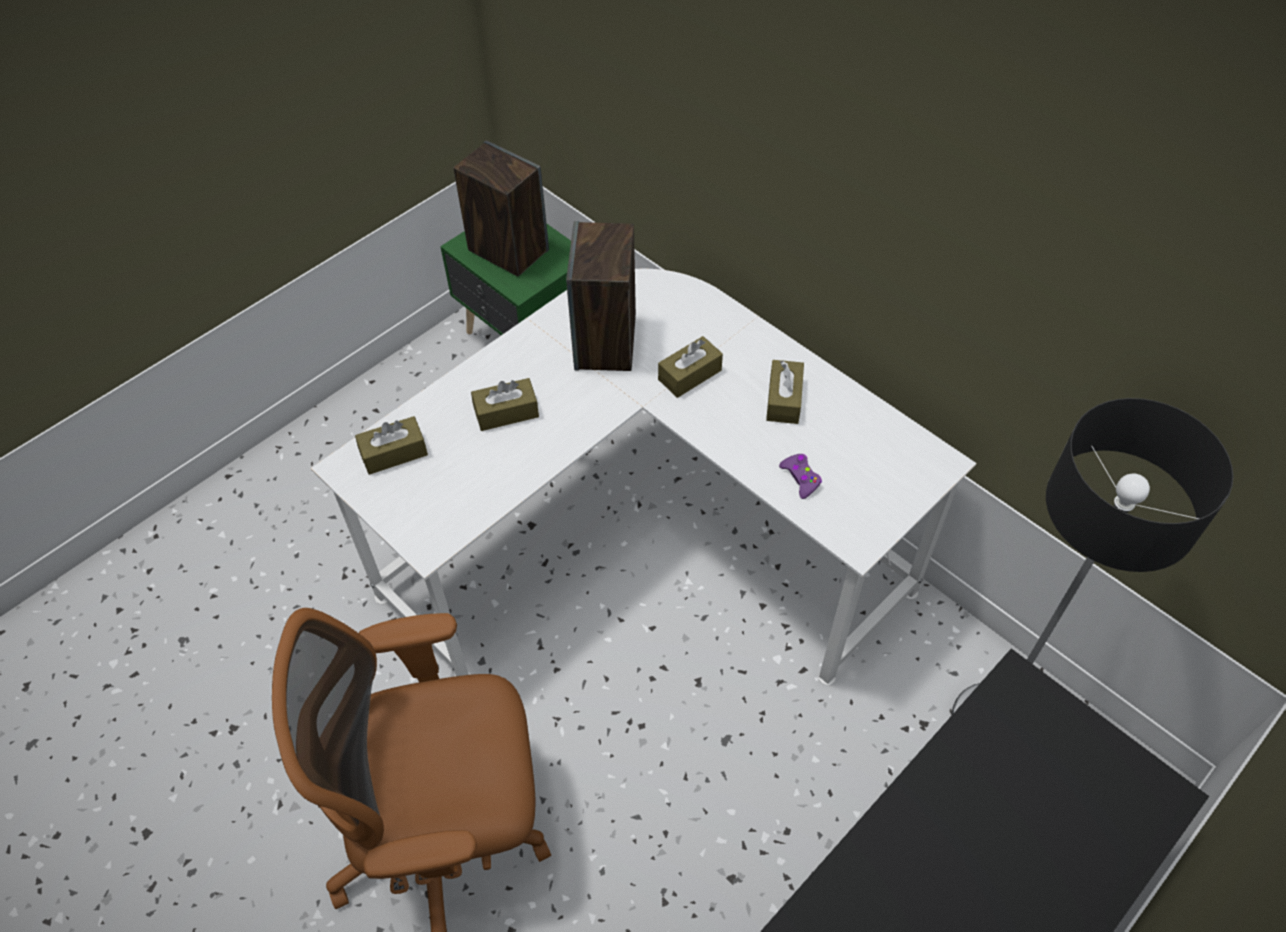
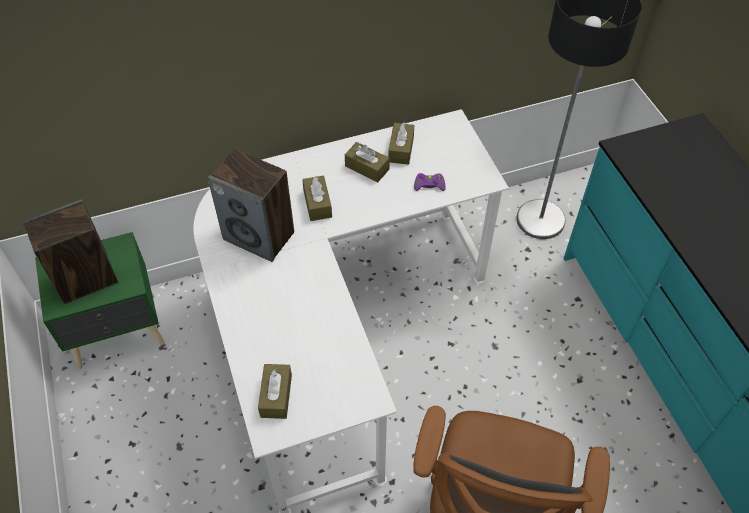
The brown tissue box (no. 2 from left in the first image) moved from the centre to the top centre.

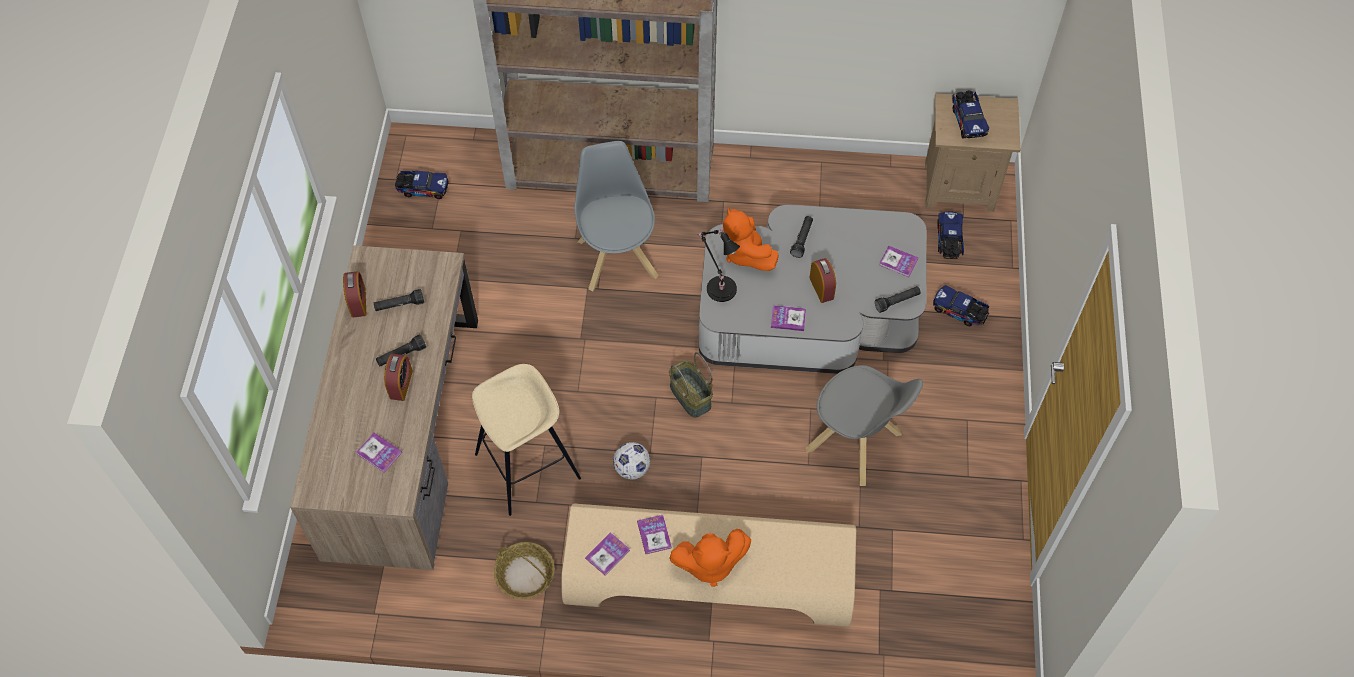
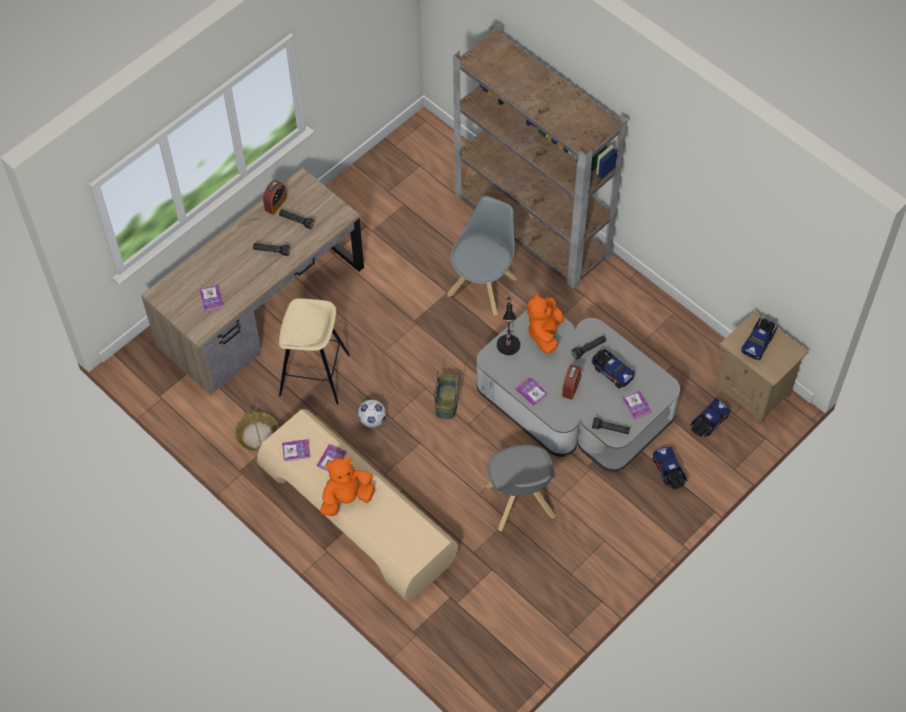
The orange plush toy (no. 1 from left) at the bottom centre turned 120 degrees clockwise. The toy truck (no. 1 from left) moved from the top left to the middle right. The alarm clock (no. 2 from left) at the middle left disappeared.

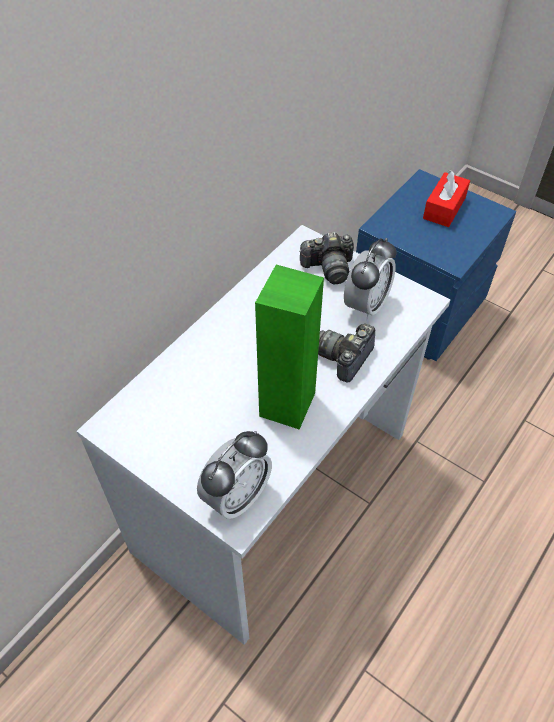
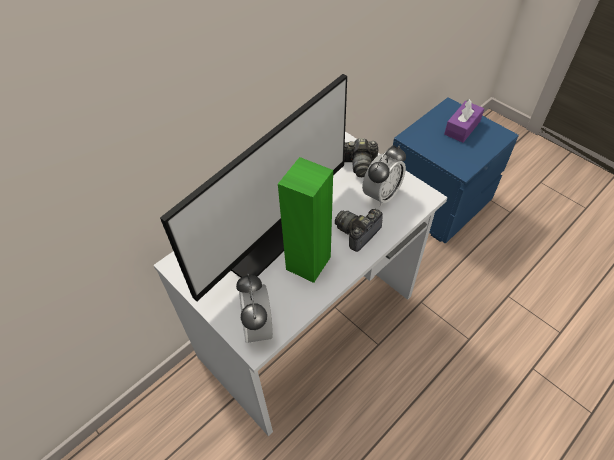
The monitor at the centre appeared. The alarm clock (no. 1 from left) at the centre turned 120 degrees clockwise. The red tissue box at the top right became the purple tissue box at the top right.

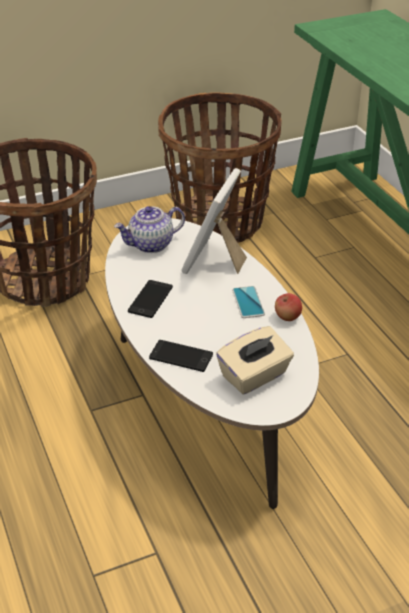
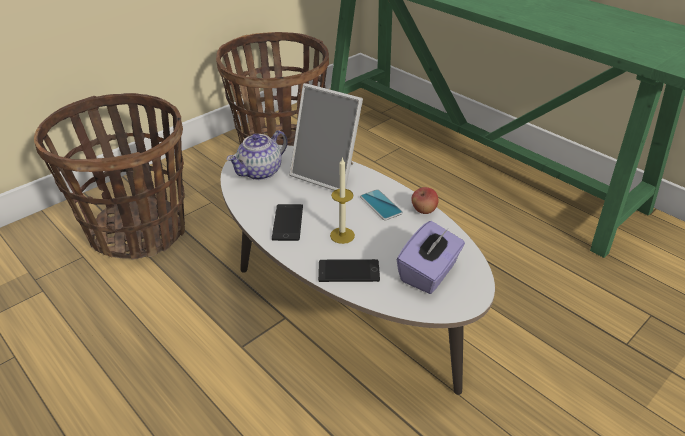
The picture frame at the centre turned 60 degrees counterclockwise. The candle at the centre appeared. The beige tissue box at the centre became the purple tissue box at the centre.

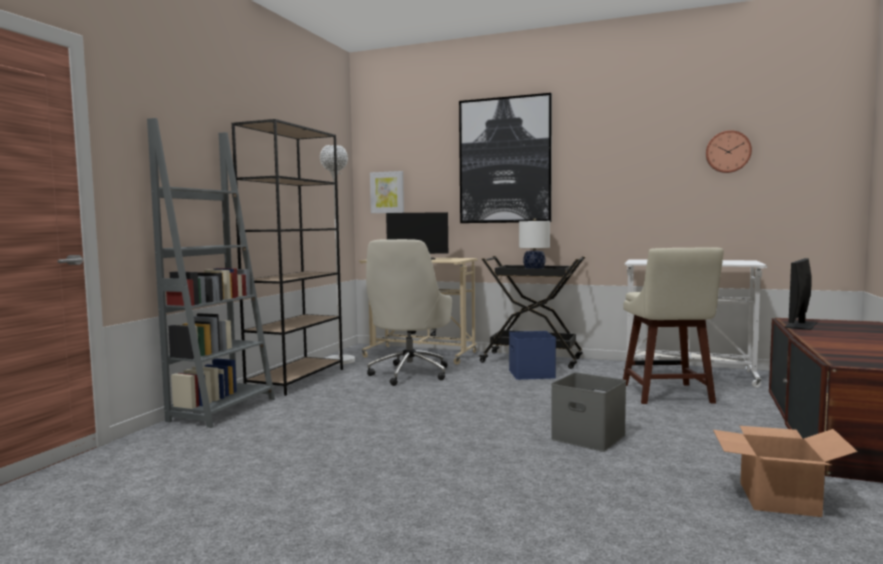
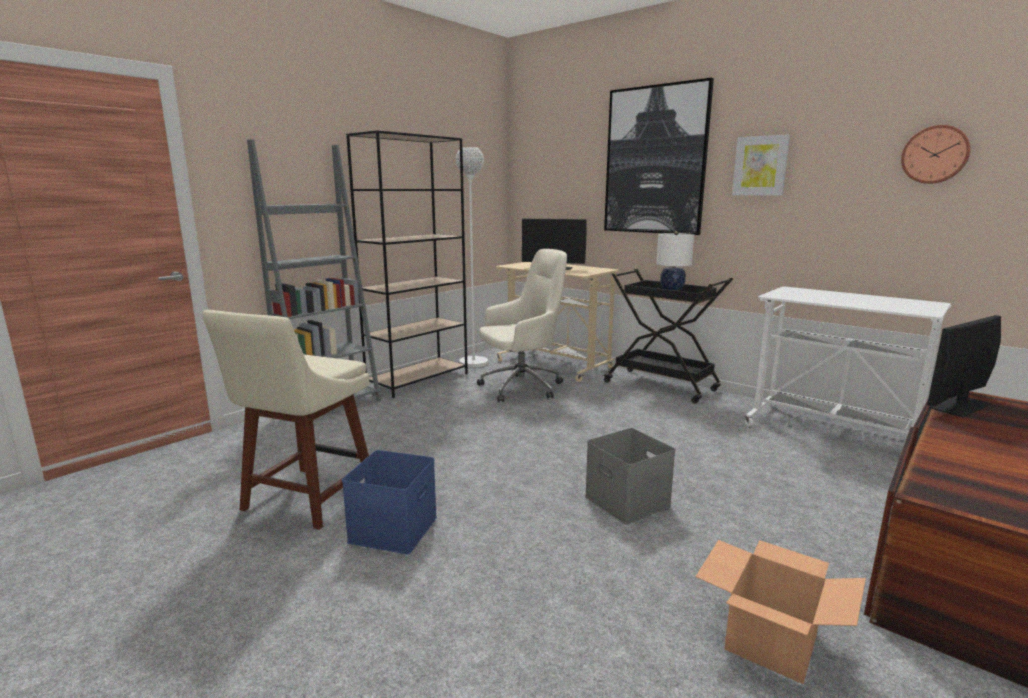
The beige stool moved from the middle right to the middle left. The blue storage box moved from the centre to the bottom centre. The beige office chair at the centre turned 150 degrees counterclockwise. The picture (no. 1 from left in the first image) moved from the centre to the top right.

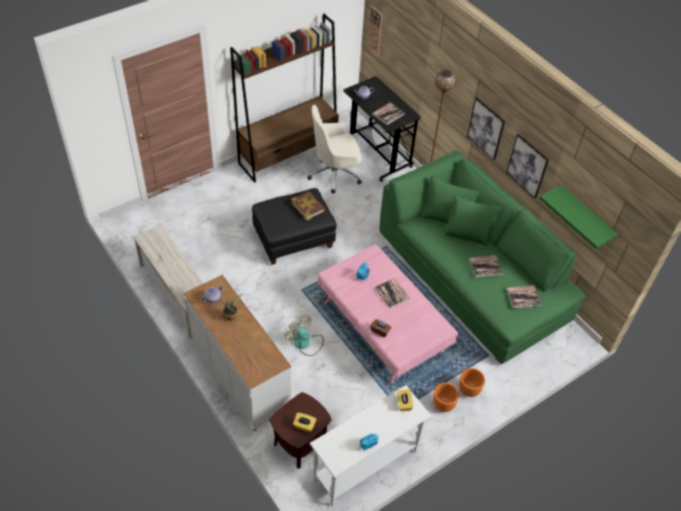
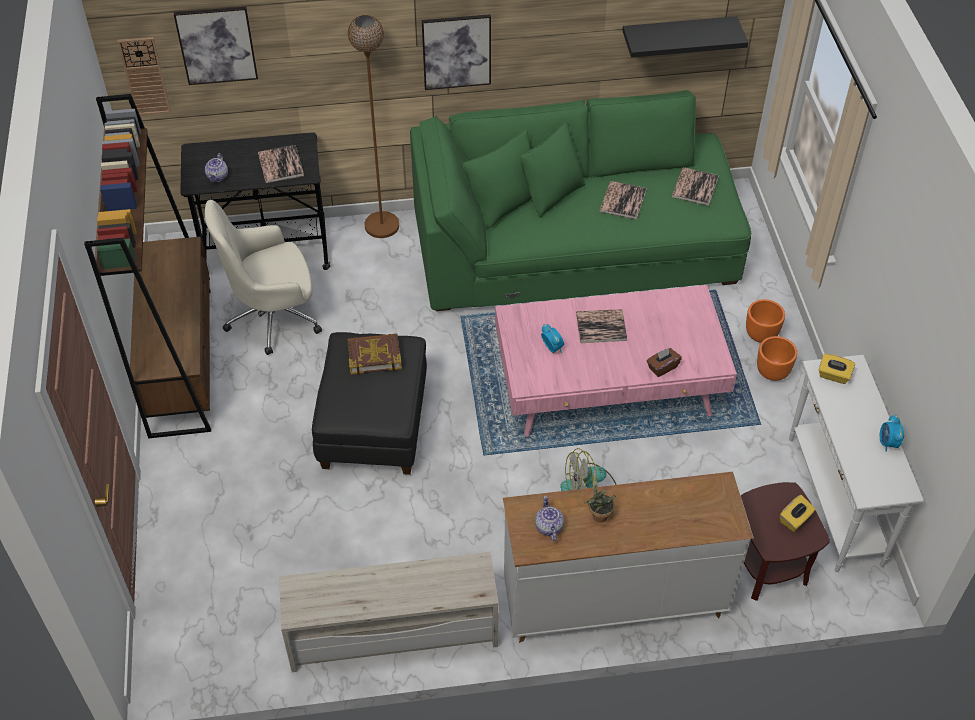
The picture (no. 2 from left in the first image) moved from the top right to the top left. The beige office chair at the top centre turned 60 degrees clockwise. The green shelf at the middle right became the black shelf at the top right.

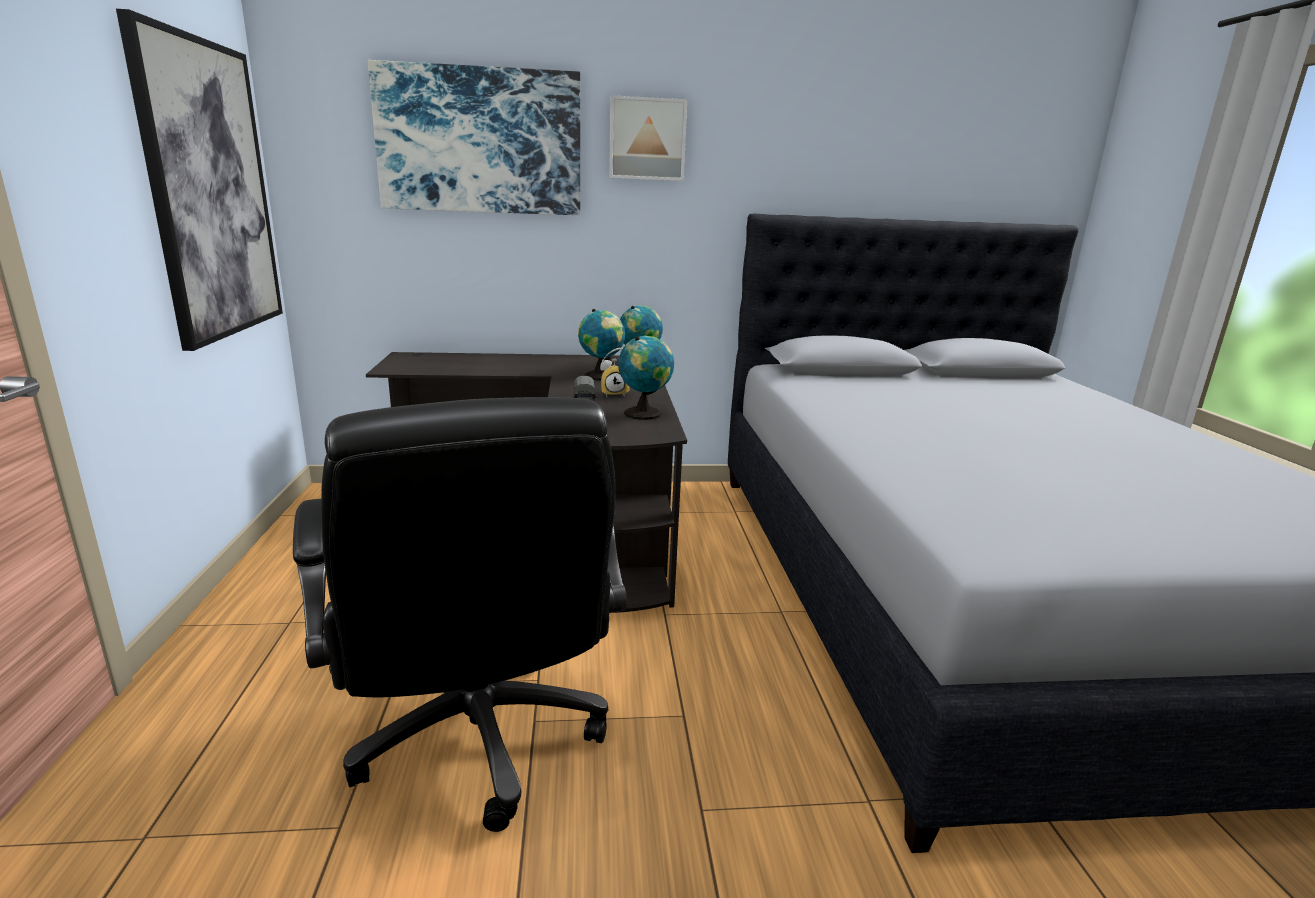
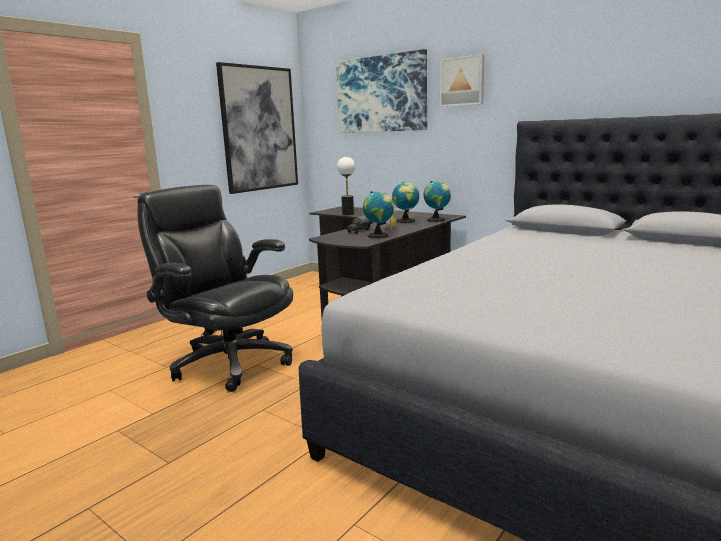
The black office chair at the bottom centre turned 105 degrees clockwise. The table lamp at the centre appeared.

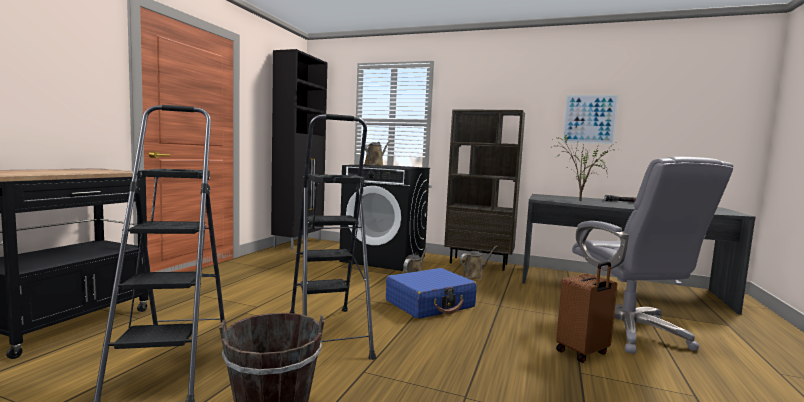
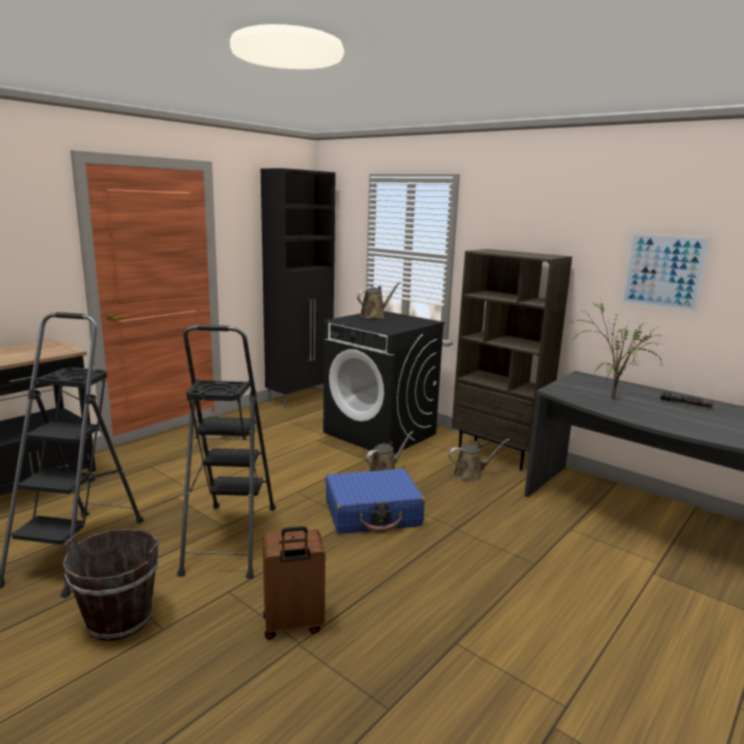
The brown suitcase moved from the bottom right to the bottom centre. The grey office chair at the middle right disappeared.

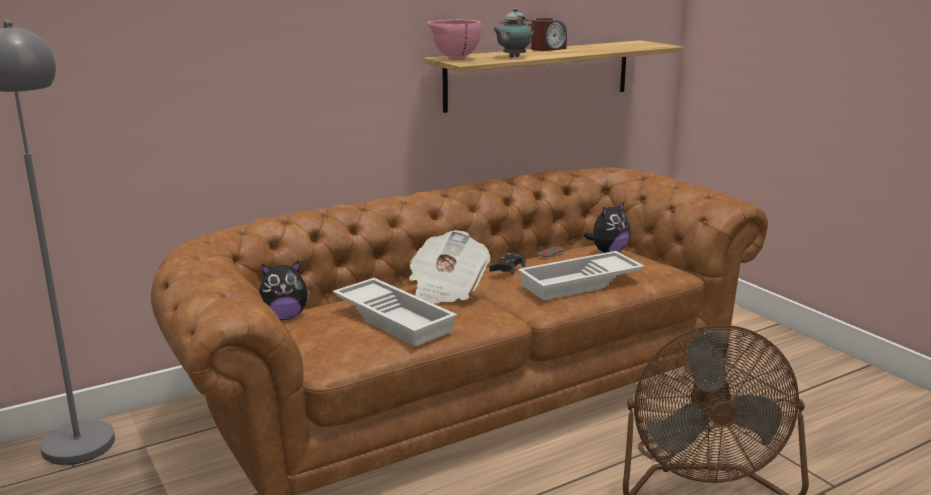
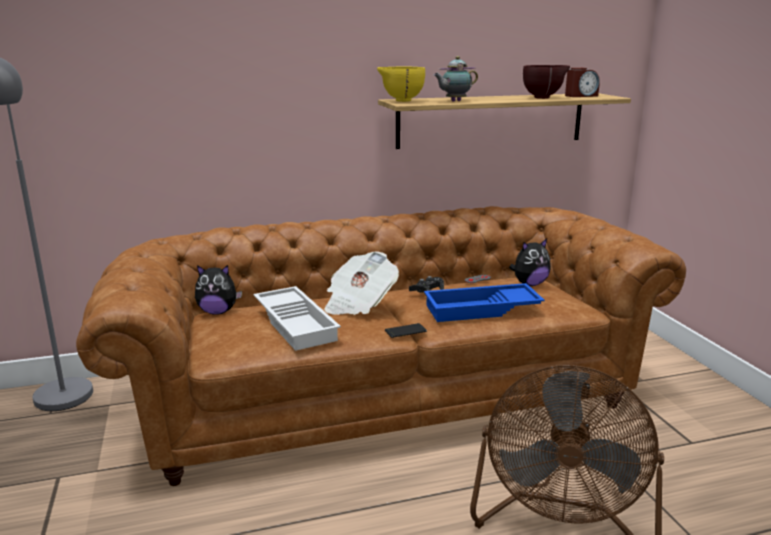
The pink bowl at the top centre became the yellow bowl at the top centre. The phone at the centre appeared. The white tray (no. 2 from left) at the centre became the blue tray at the centre. The brown bowl at the top right appeared. The alarm clock moved from the top centre to the top right.

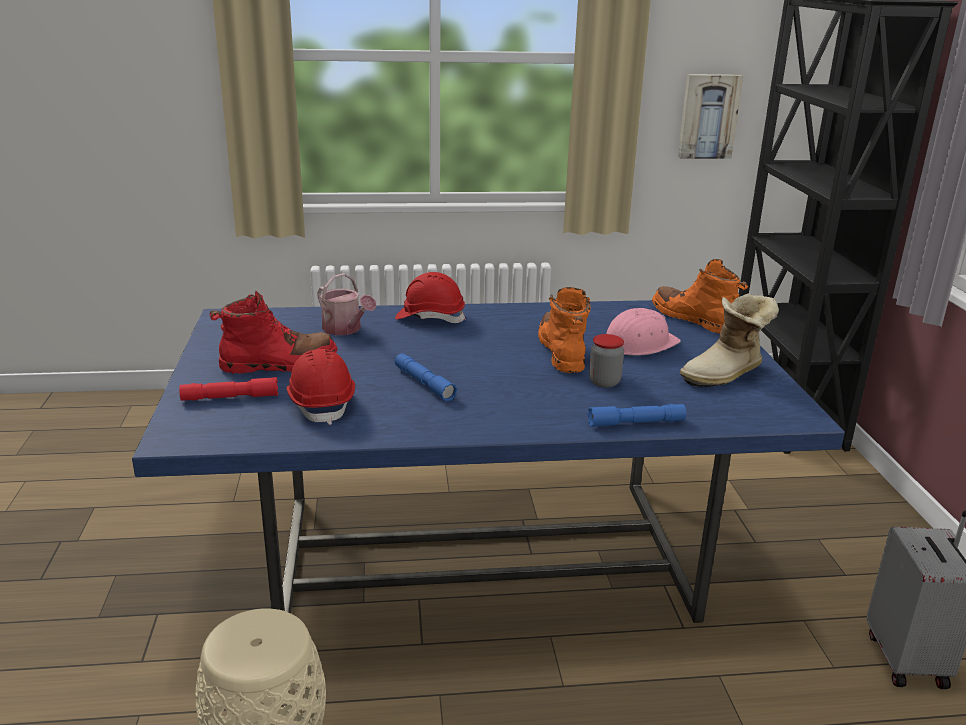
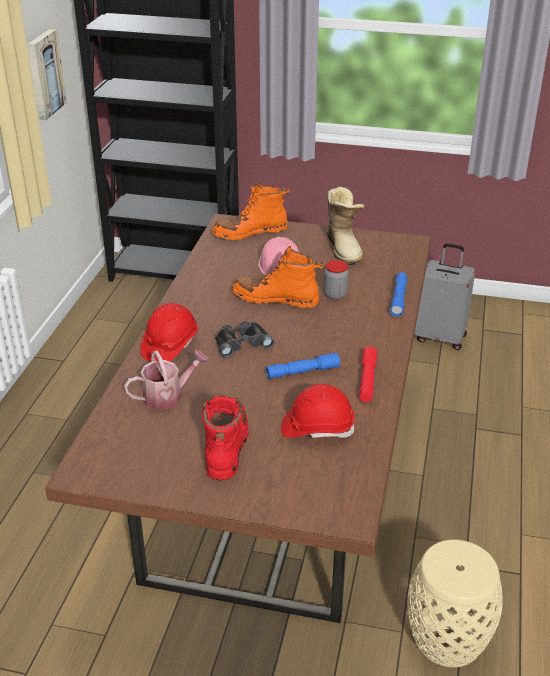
The blue dining table at the centre became the brown dining table at the centre. The black binoculars at the centre appeared. The red flashlight moved from the middle left to the middle right.

